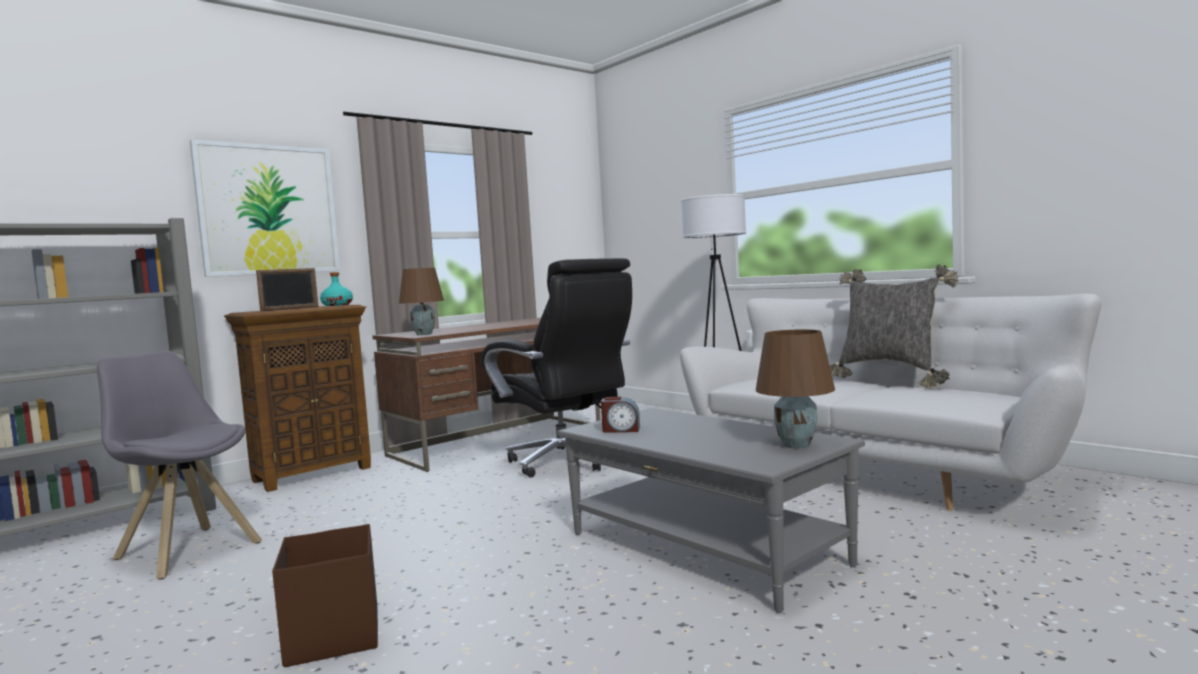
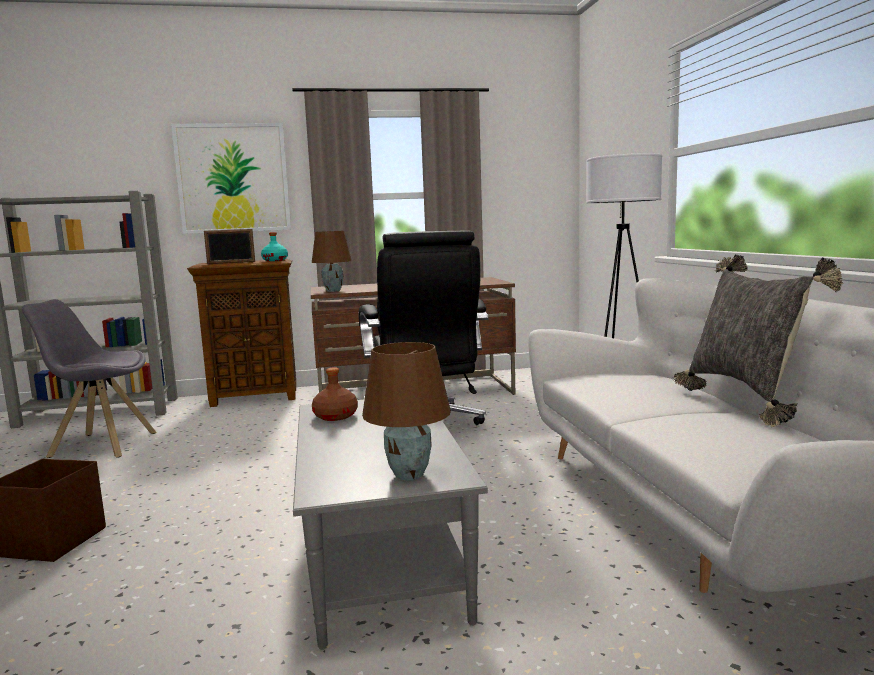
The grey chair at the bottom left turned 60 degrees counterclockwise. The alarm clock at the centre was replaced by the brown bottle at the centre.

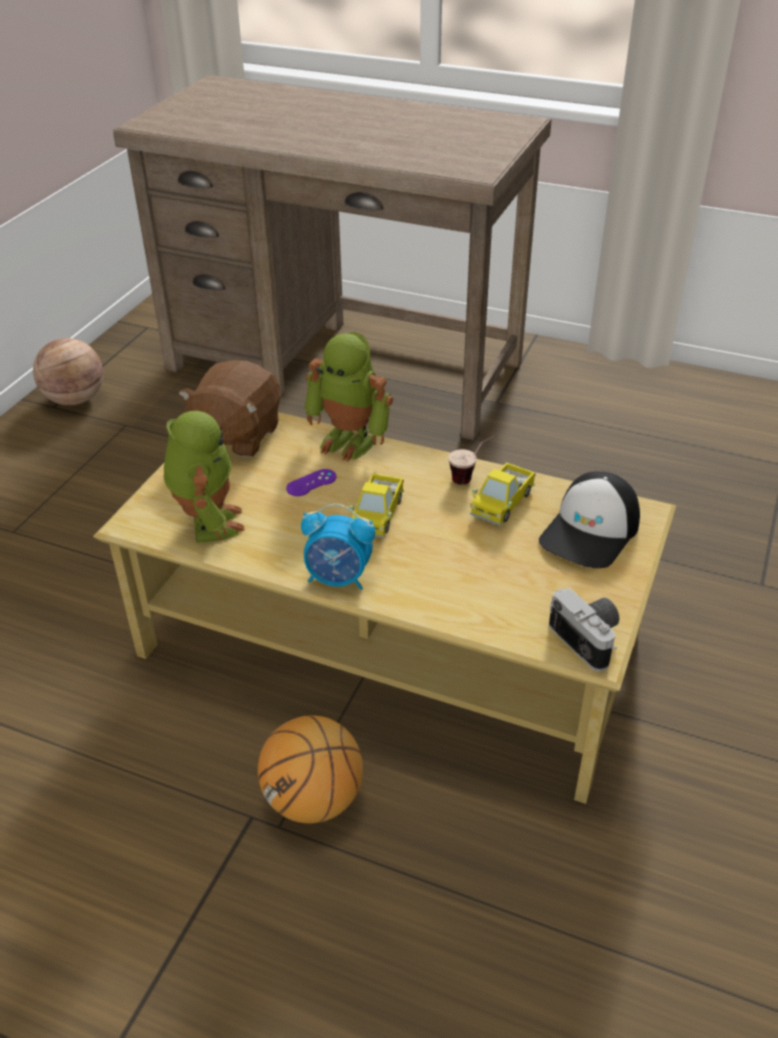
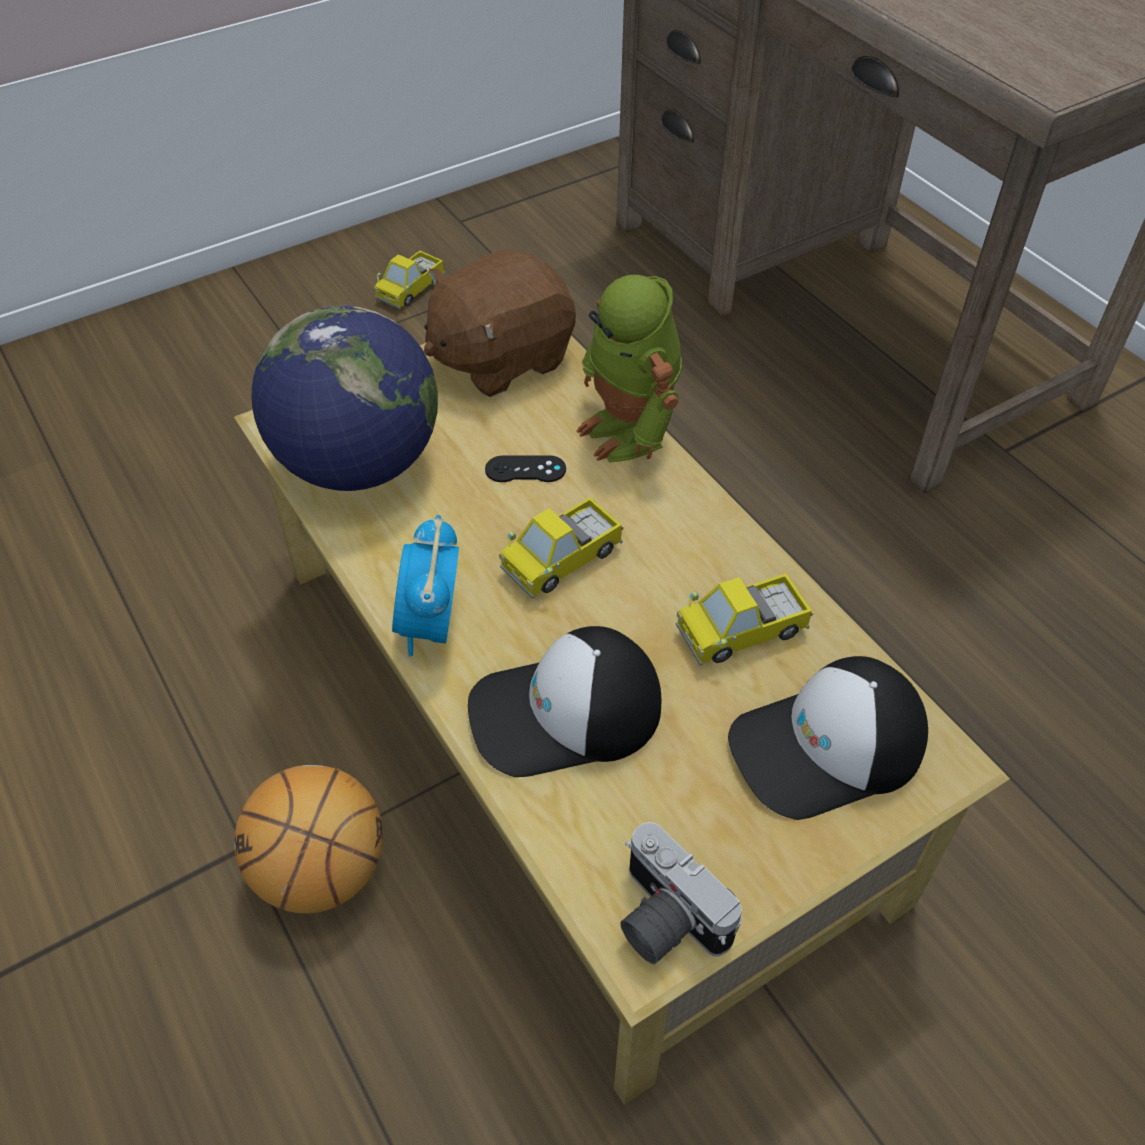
The toy robot (no. 1 from left) at the middle left was replaced by the globe at the middle left. The toy truck (no. 1 from left) at the top centre appeared. The alarm clock at the centre turned 45 degrees clockwise. The cap (no. 1 from left) at the centre appeared. The purple game controller at the centre became the black game controller at the centre. The photo camera at the middle right turned 135 degrees clockwise. The basketball (no. 1 from left) at the middle left disappeared. The cup at the centre disappeared.

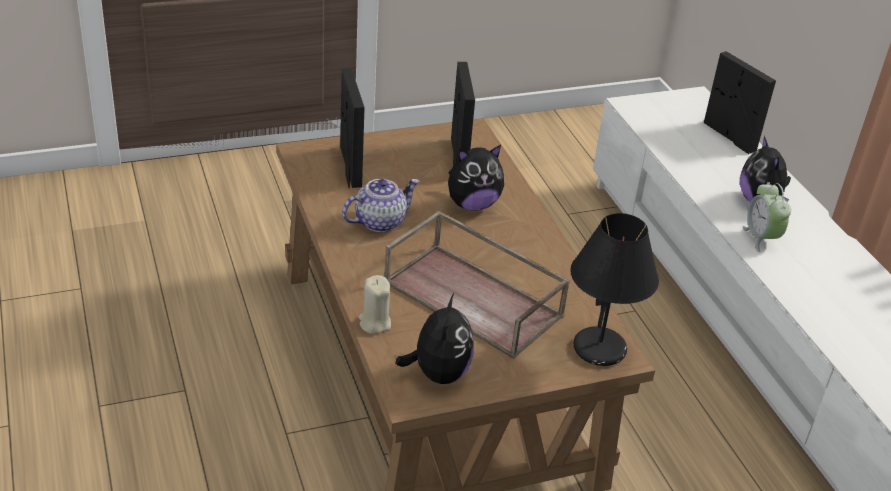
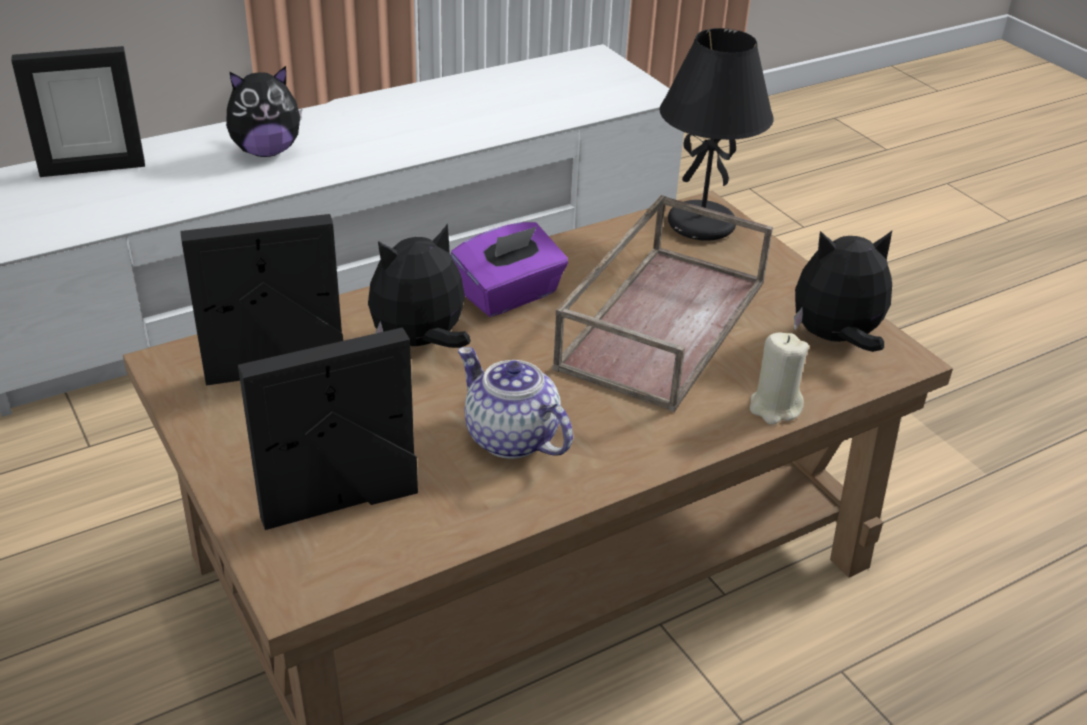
The picture frame (no. 3 from left in the first image) at the top right turned 150 degrees counterclockwise. The plush toy (no. 2 from left) at the centre turned 90 degrees counterclockwise. The purple tissue box at the centre appeared. The alarm clock at the middle right disappeared.

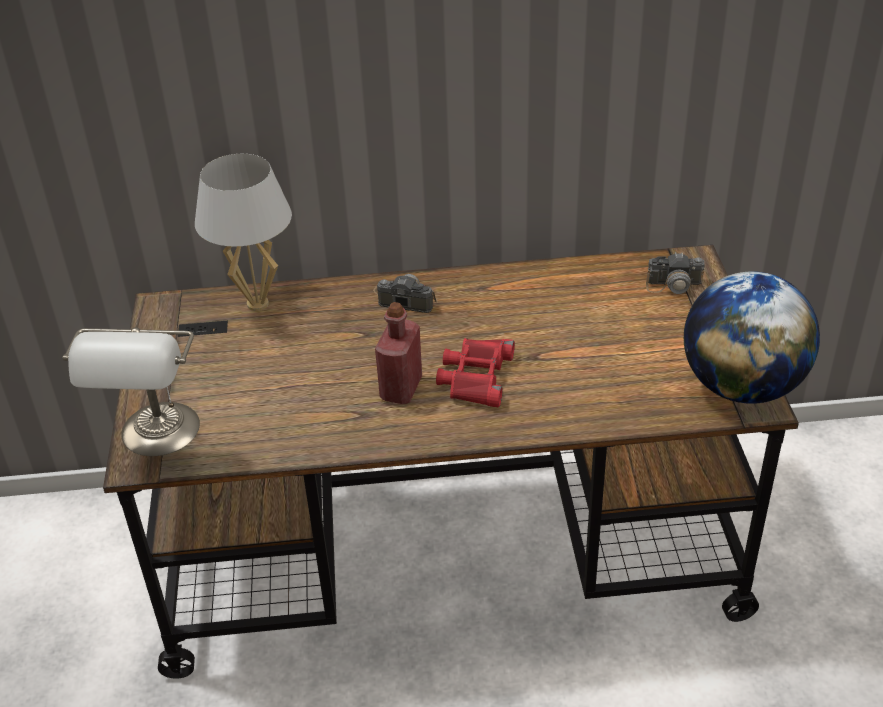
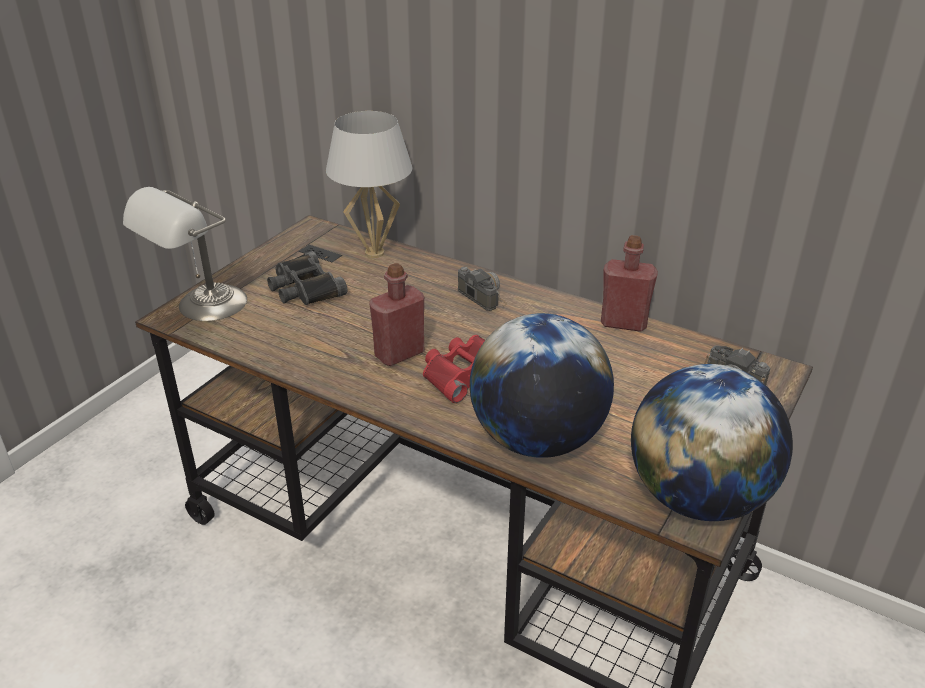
The black binoculars at the middle left appeared. The globe (no. 1 from left) at the centre appeared. The red bottle (no. 2 from left) at the middle right appeared.

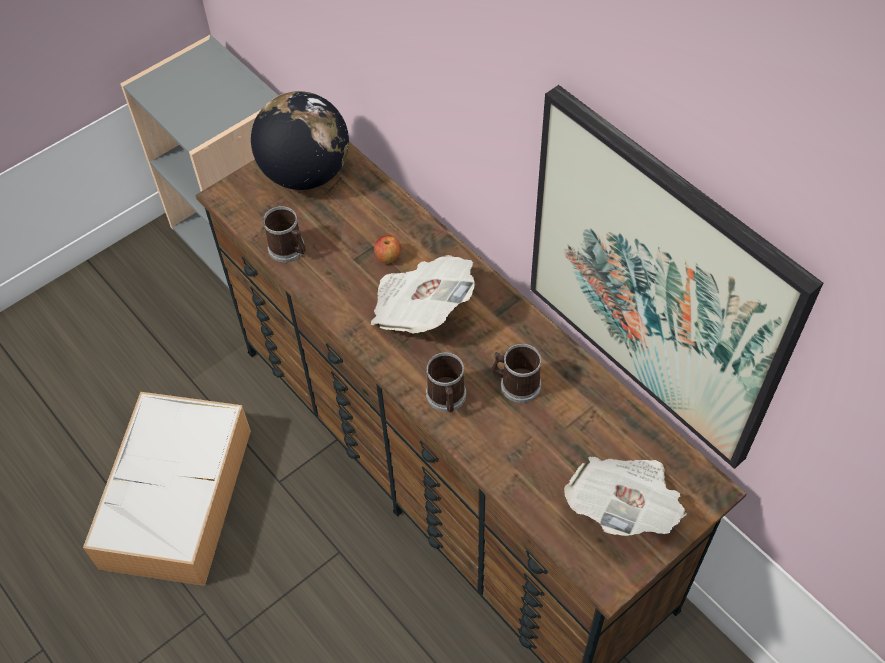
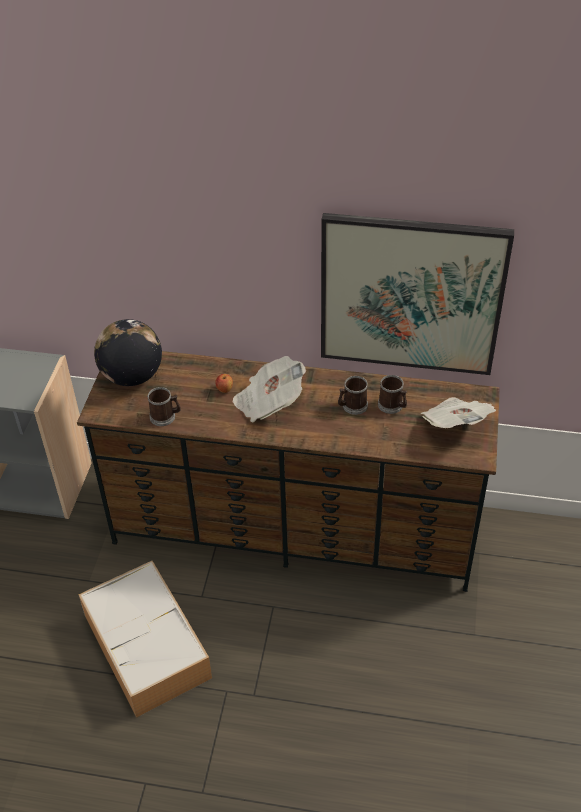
The mug (no. 2 from left in the first image) moved from the centre to the middle right.

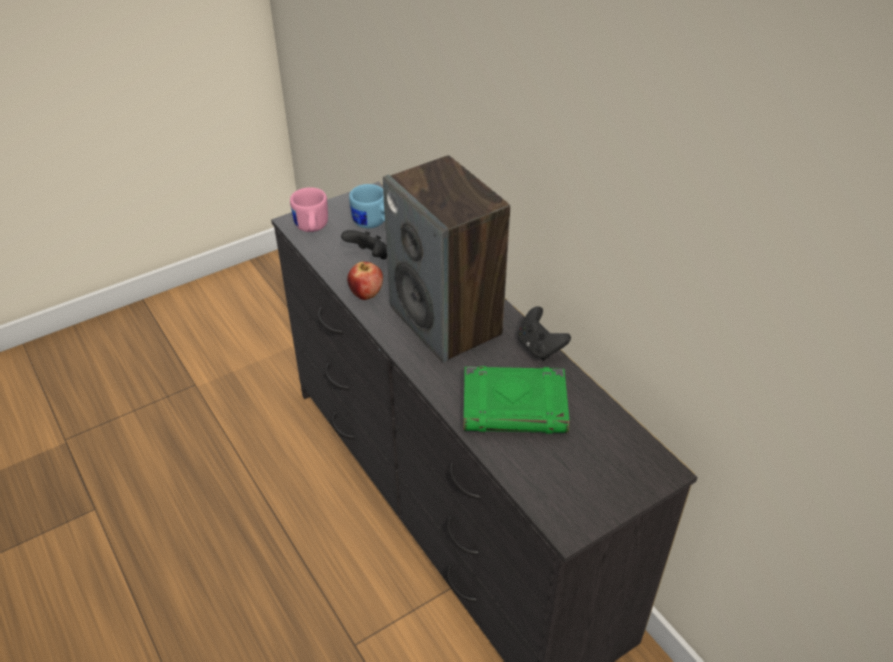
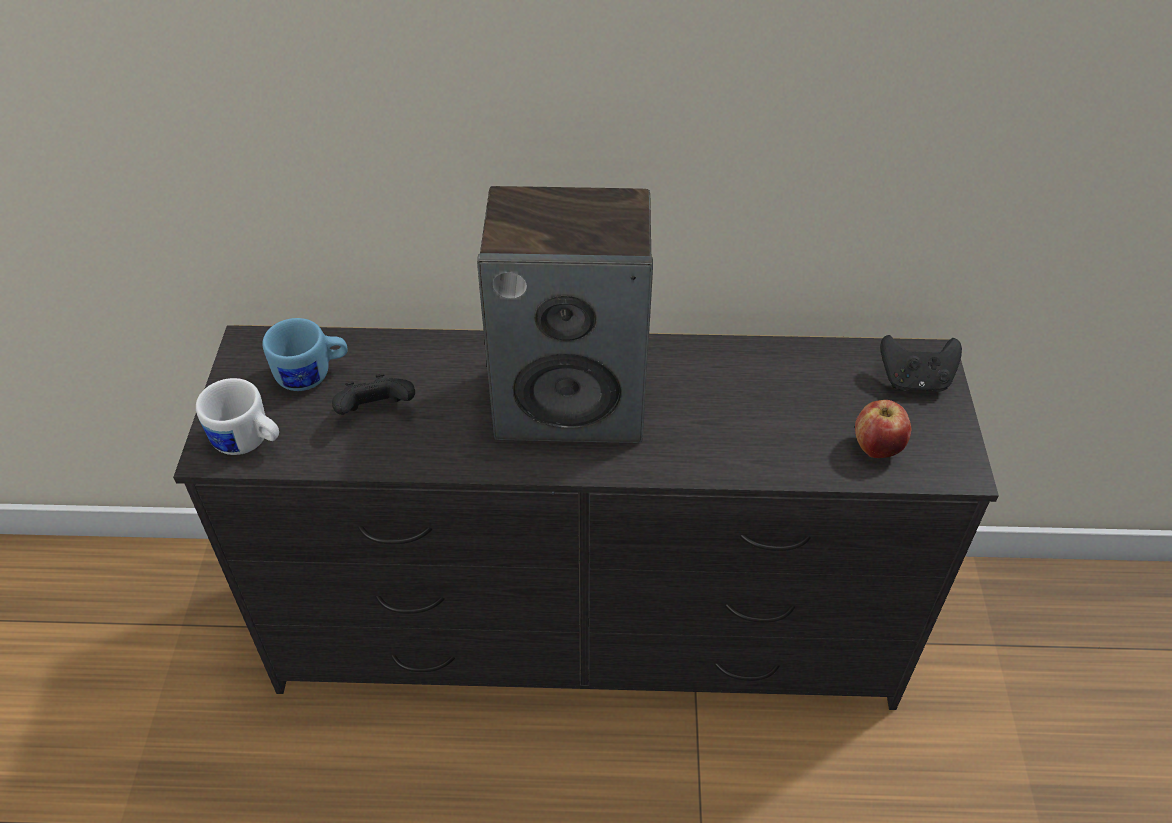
The pink mug at the top centre became the white mug at the middle left. The apple moved from the centre to the middle right. The black game controller (no. 2 from left) moved from the centre to the middle right. The green book at the centre disappeared.

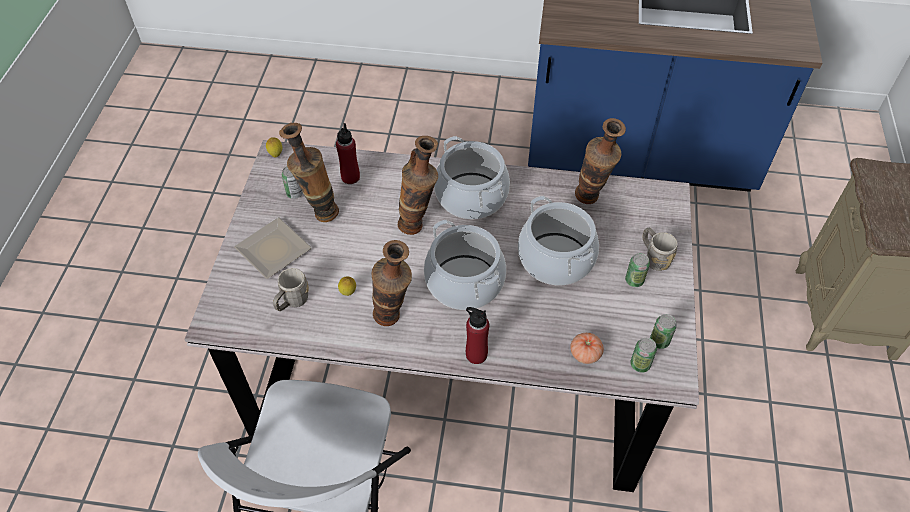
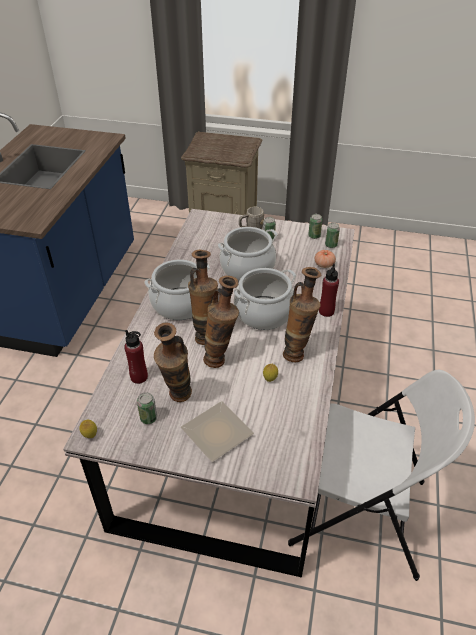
The vase (no. 4 from left in the first image) moved from the top centre to the centre. The grey mug (no. 1 from left) at the middle left disappeared.

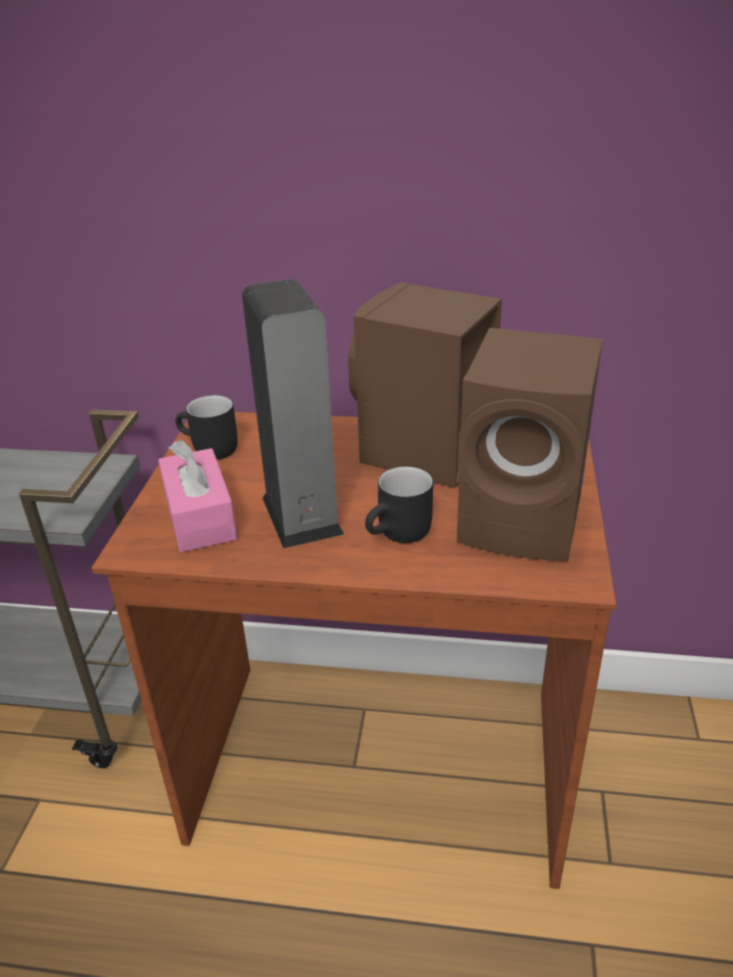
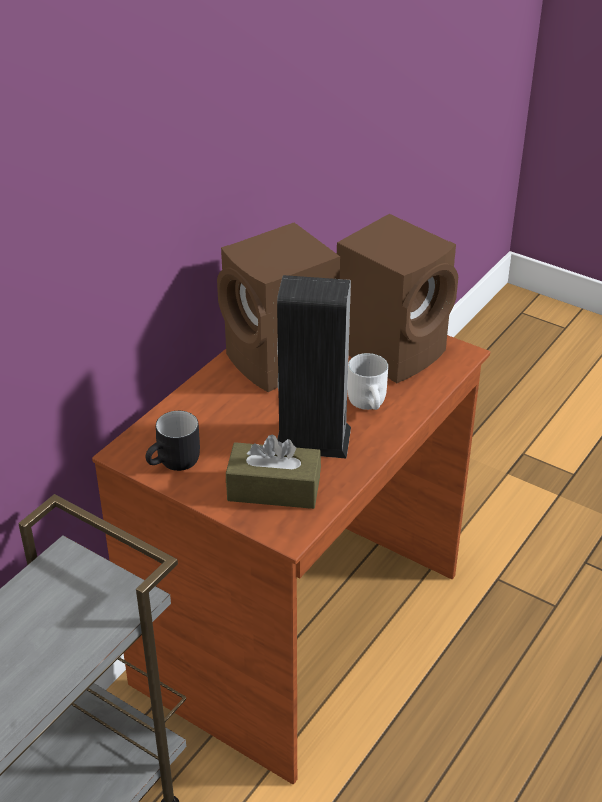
The pink tissue box at the middle left became the brown tissue box at the centre. The black mug (no. 2 from left) at the centre became the white mug at the centre.

